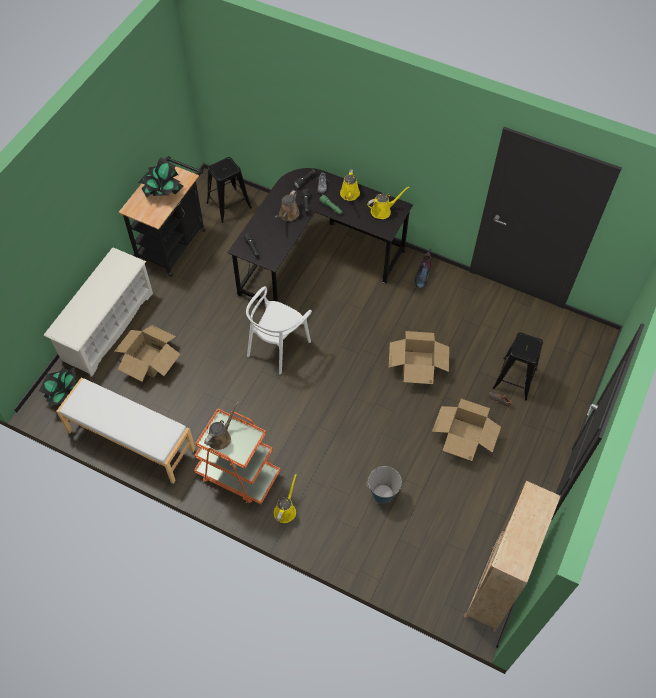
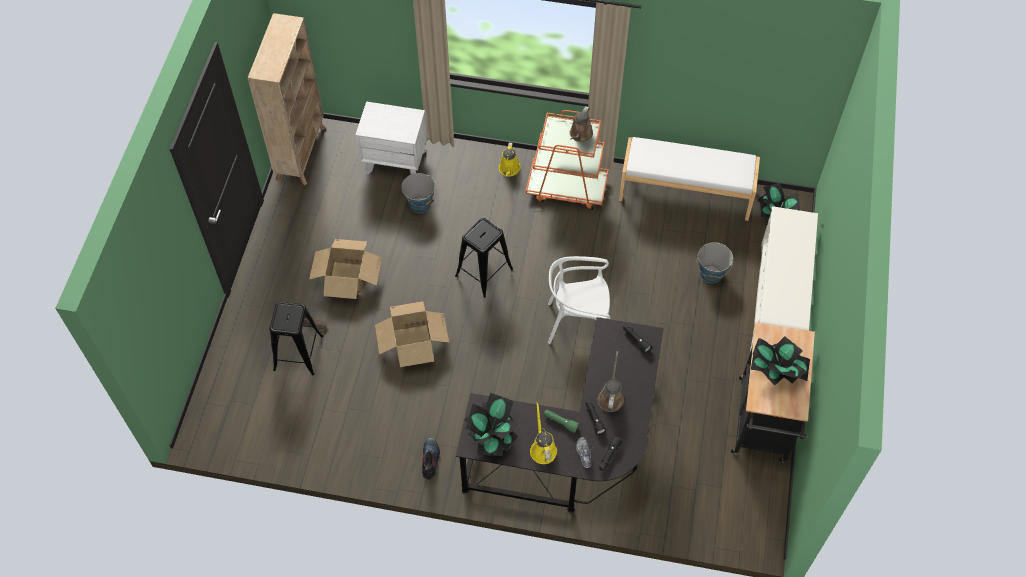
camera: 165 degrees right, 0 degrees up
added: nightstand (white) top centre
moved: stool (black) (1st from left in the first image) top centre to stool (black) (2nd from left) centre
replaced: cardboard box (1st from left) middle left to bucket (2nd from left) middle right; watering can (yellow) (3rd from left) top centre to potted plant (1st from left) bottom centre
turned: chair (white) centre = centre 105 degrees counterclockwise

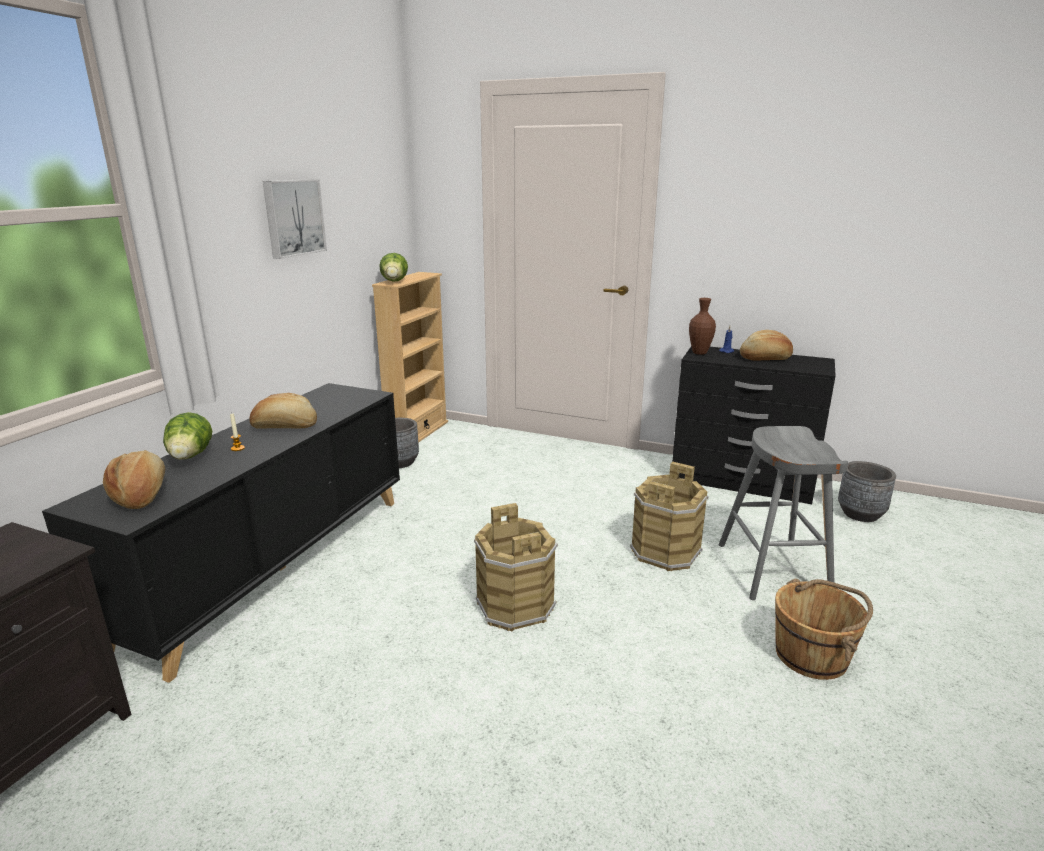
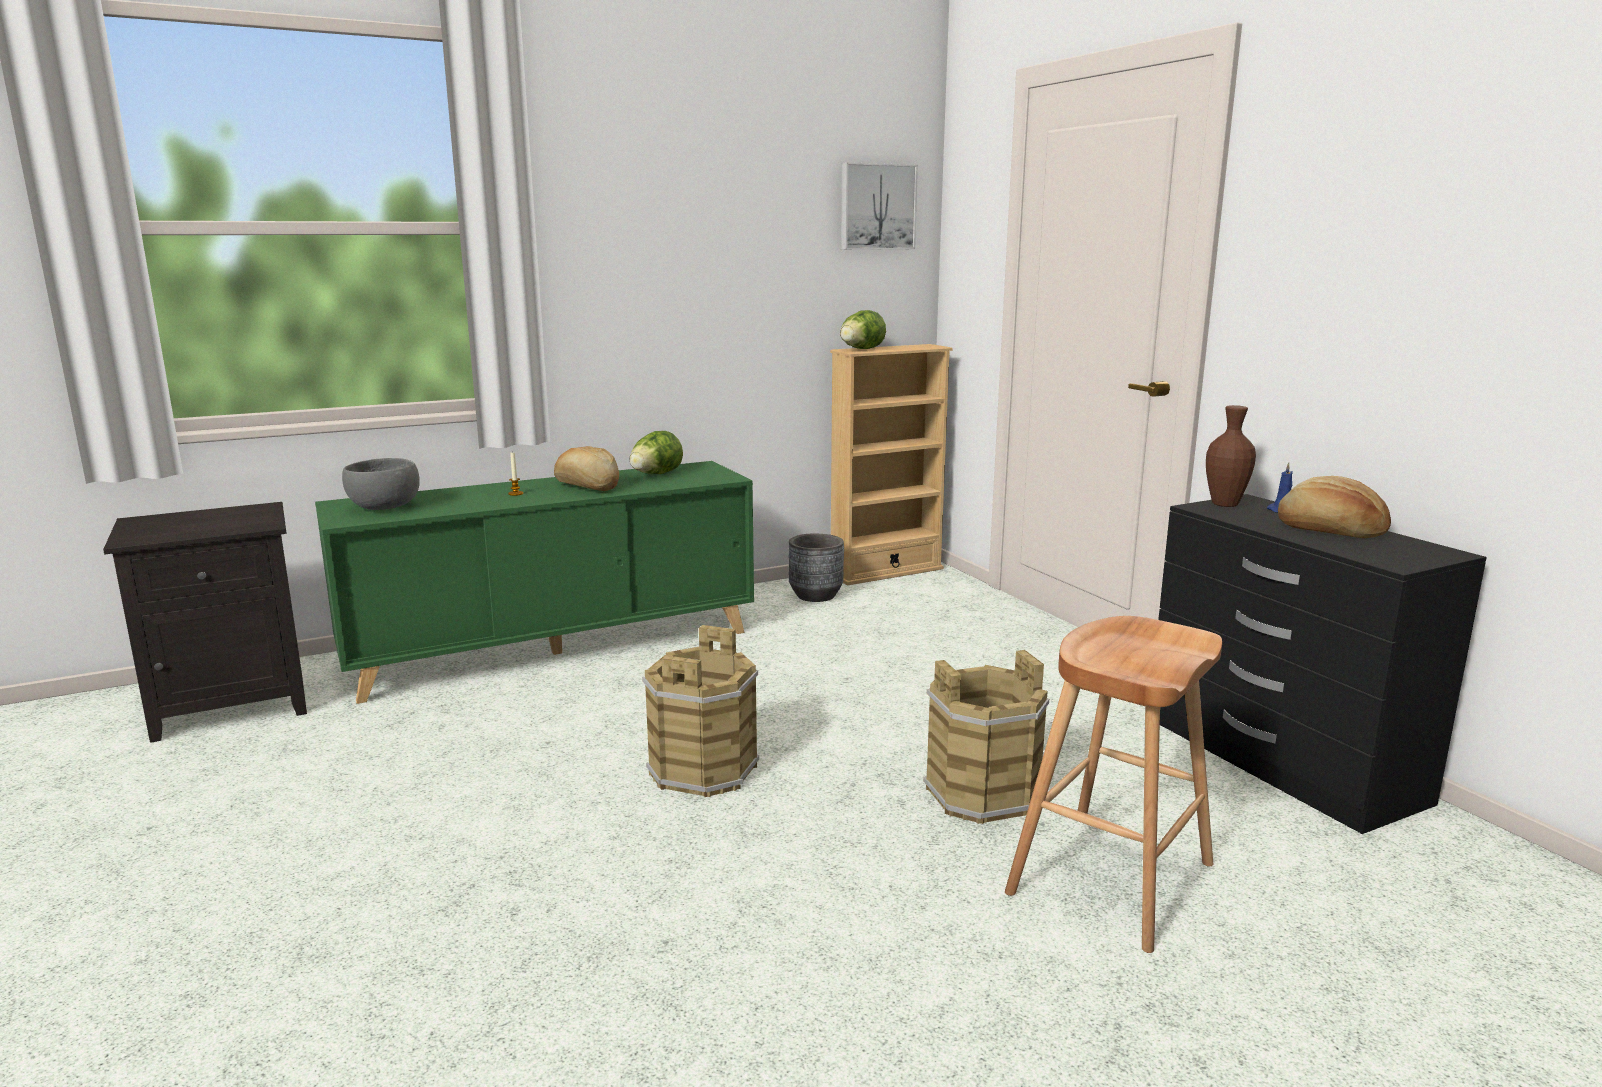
camera: 40 degrees right, 5 degrees down
removed: bucket (brown) (3rd from left) bottom right; planter (grey) (2nd from left) middle right
moved: lettuce (1st from left) middle left to centre; picture top left to top centre
replaced: bread (1st from left) middle left to bowl (grey) middle left
recoloured: cabinet (black) middle left to cabinet (green) centre; stool (grey) middle right to stool (brown) bottom right

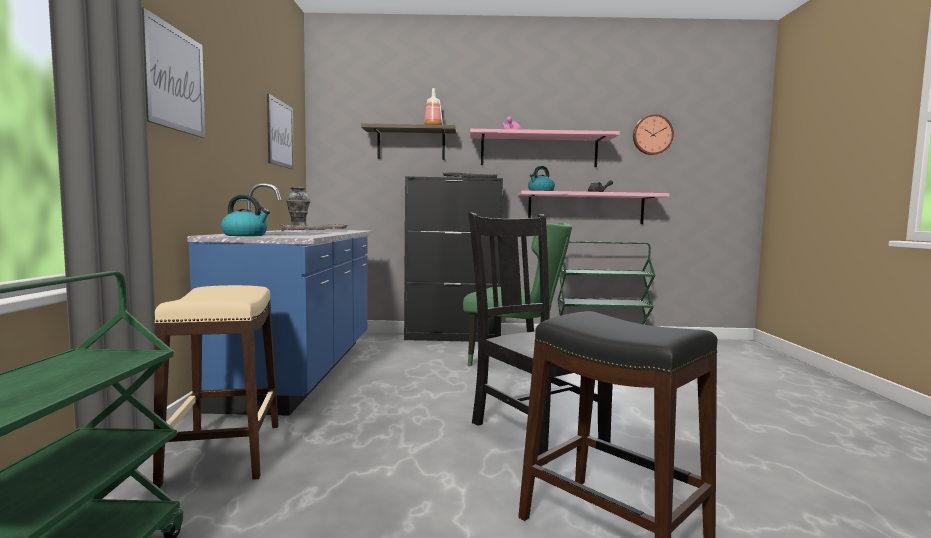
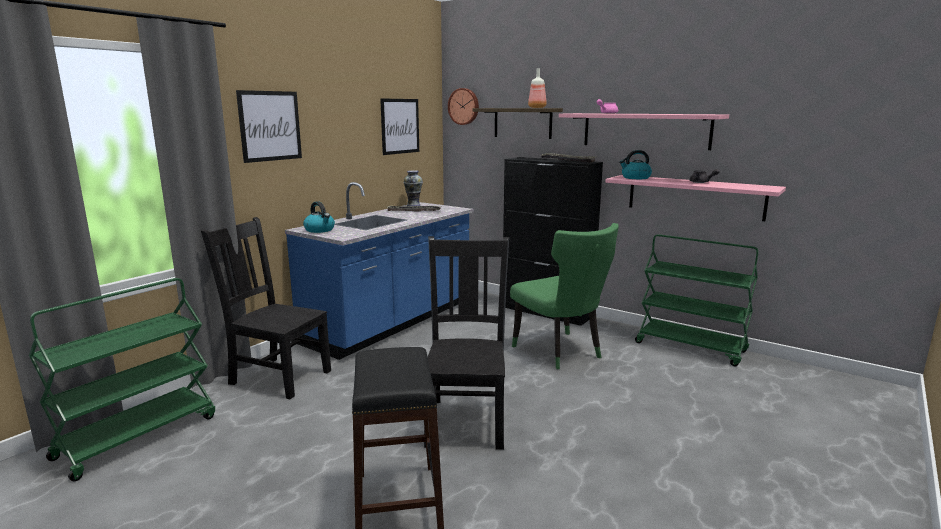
camera: 35 degrees right, 10 degrees up
moved: wall clock top right to top centre
replaced: stool (beige) bottom left to chair (black) (1st from left) middle left

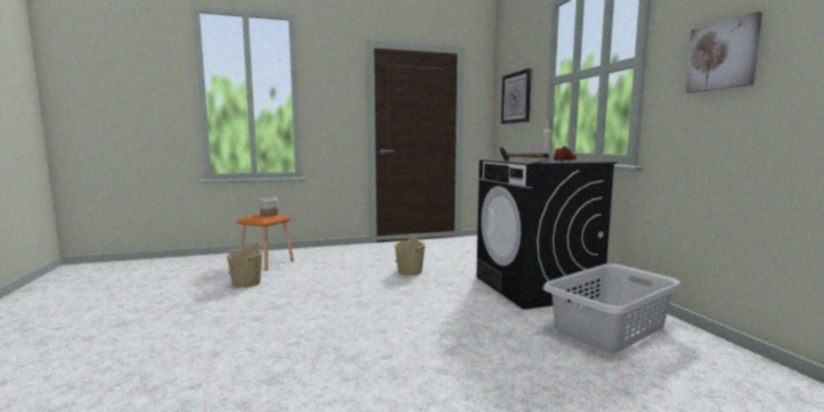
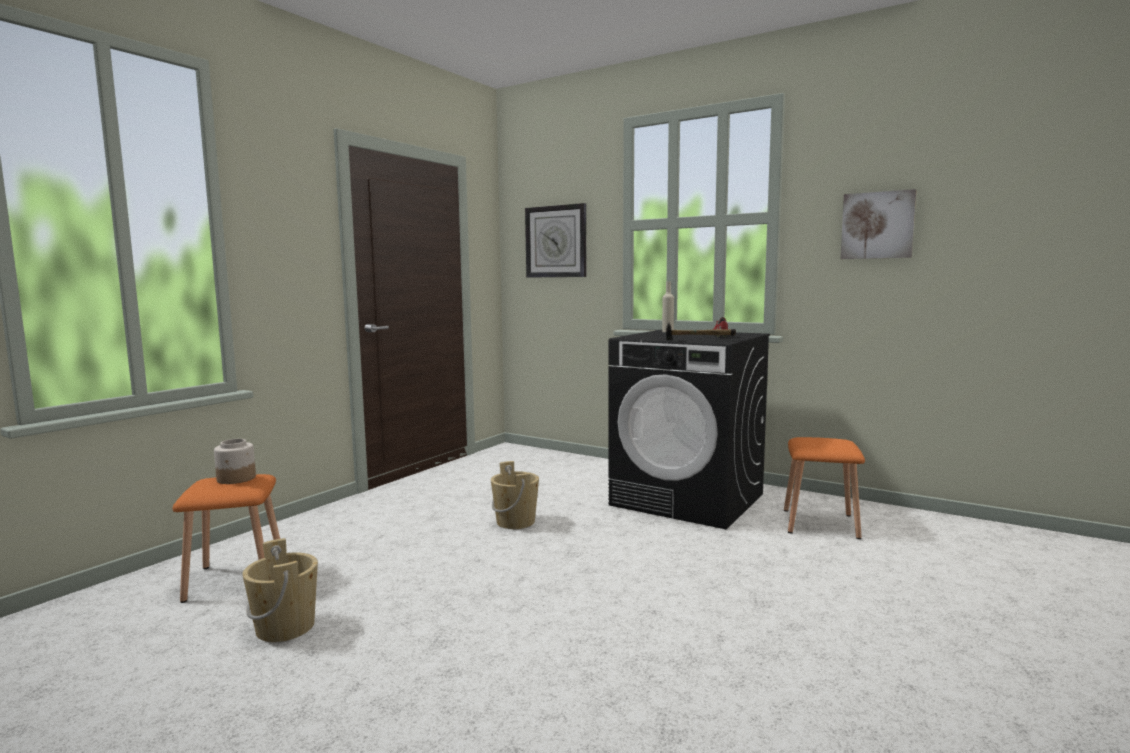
camera: 40 degrees left, 0 degrees up
replaced: laundry basket (grey) bottom right to stool (orange) (2nd from left) middle right

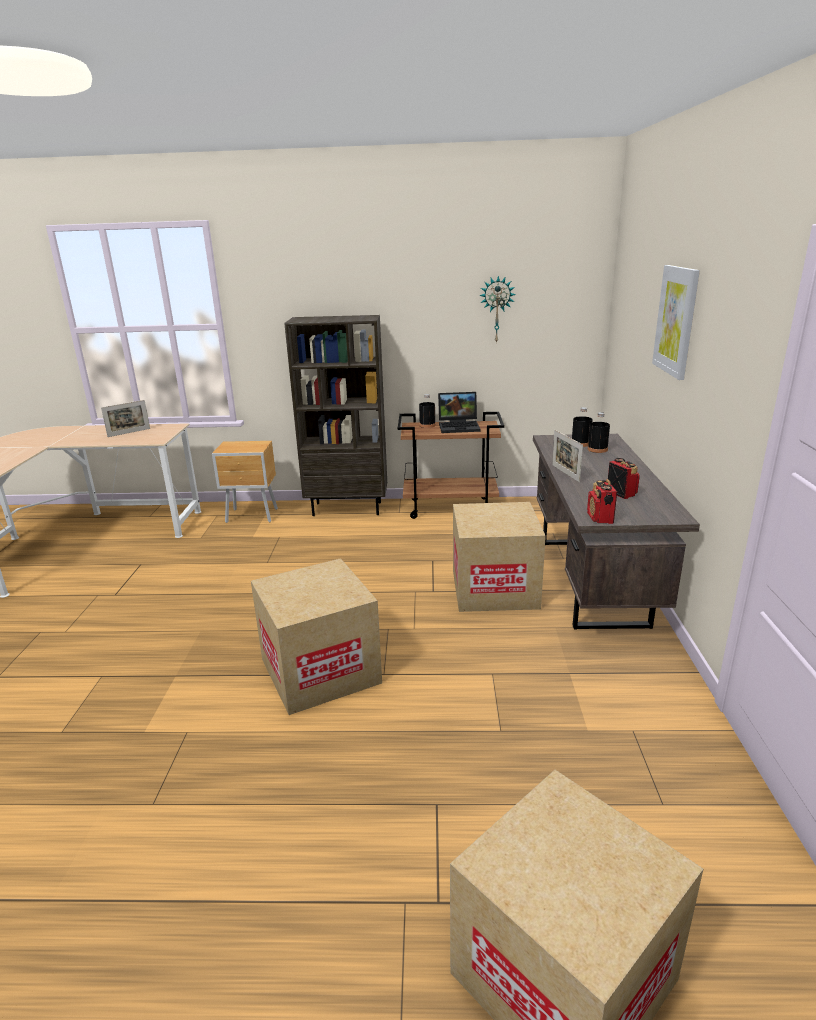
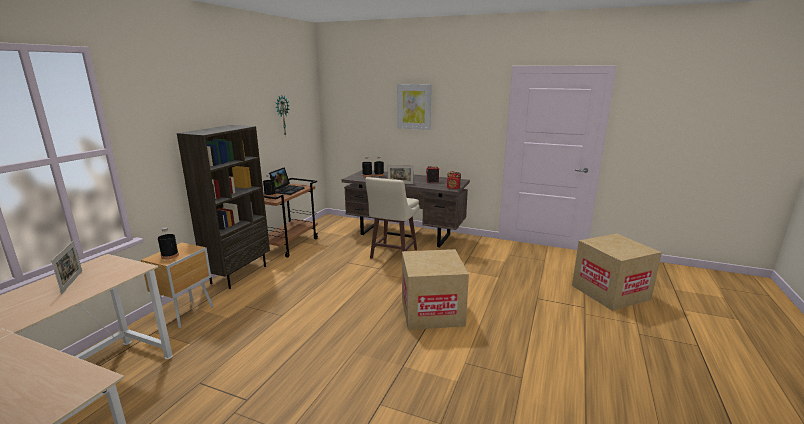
camera: 70 degrees left, 5 degrees down
added: bottle (black) (1st from left) middle left
replaced: cardboard box (2nd from left) centre to stool (beige) centre

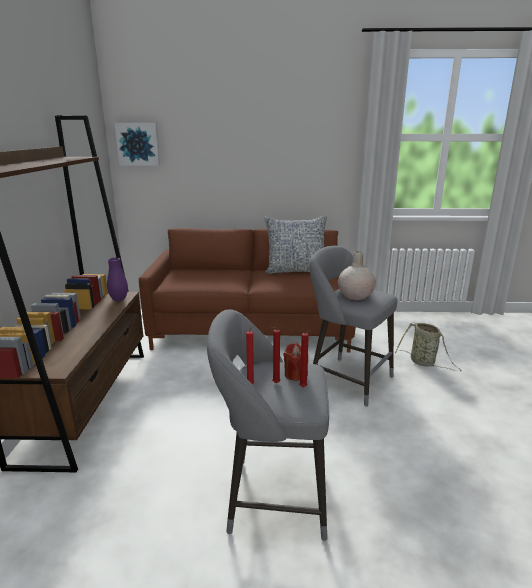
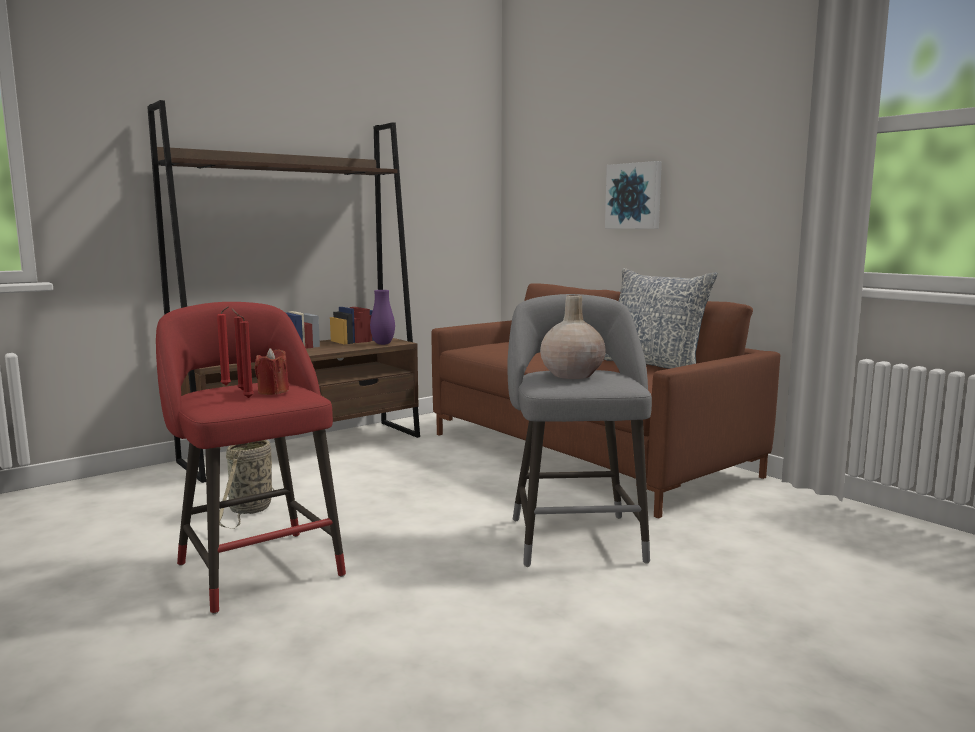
camera: 50 degrees right, 10 degrees down
moved: picture top left to top centre; basket middle right to middle left
recoloured: stool (grey) (1st from left) bottom centre to stool (red) middle left

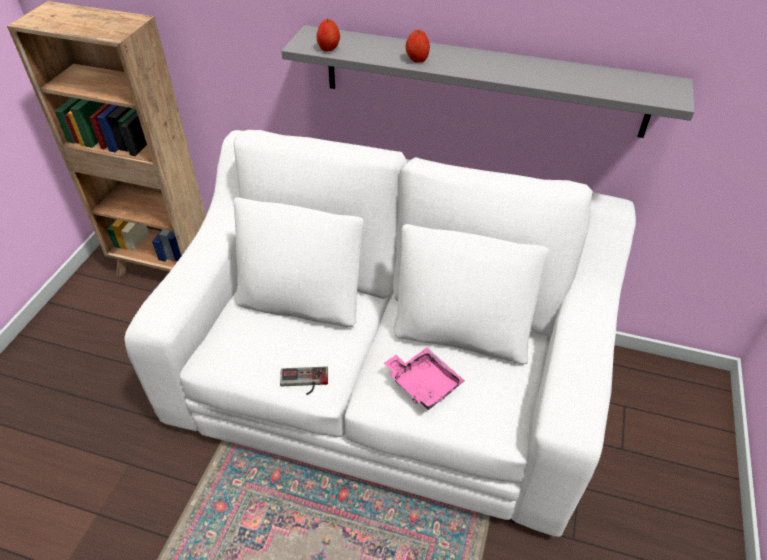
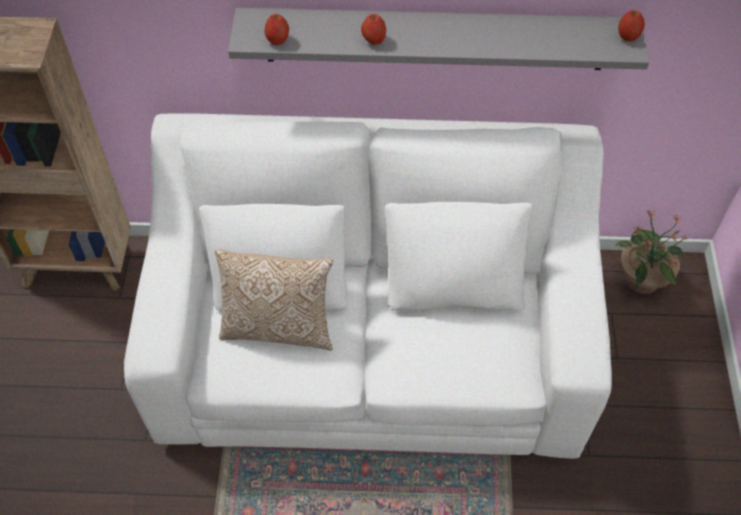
camera: 15 degrees left, 10 degrees up
removed: game controller bottom centre; tray (pink) bottom centre
added: pillow centre; potted plant middle right; apple (3rd from left) top right

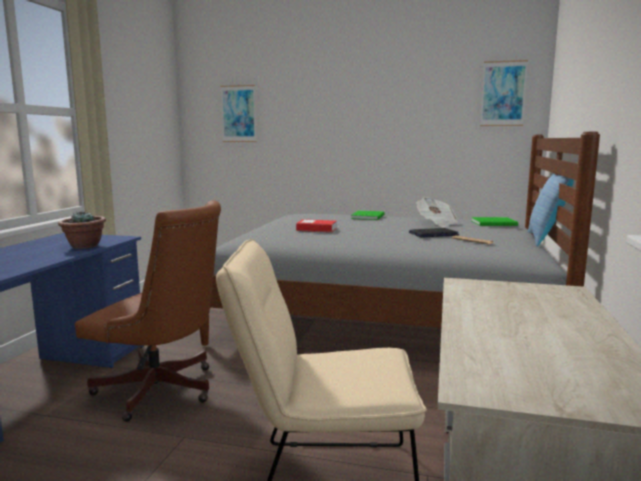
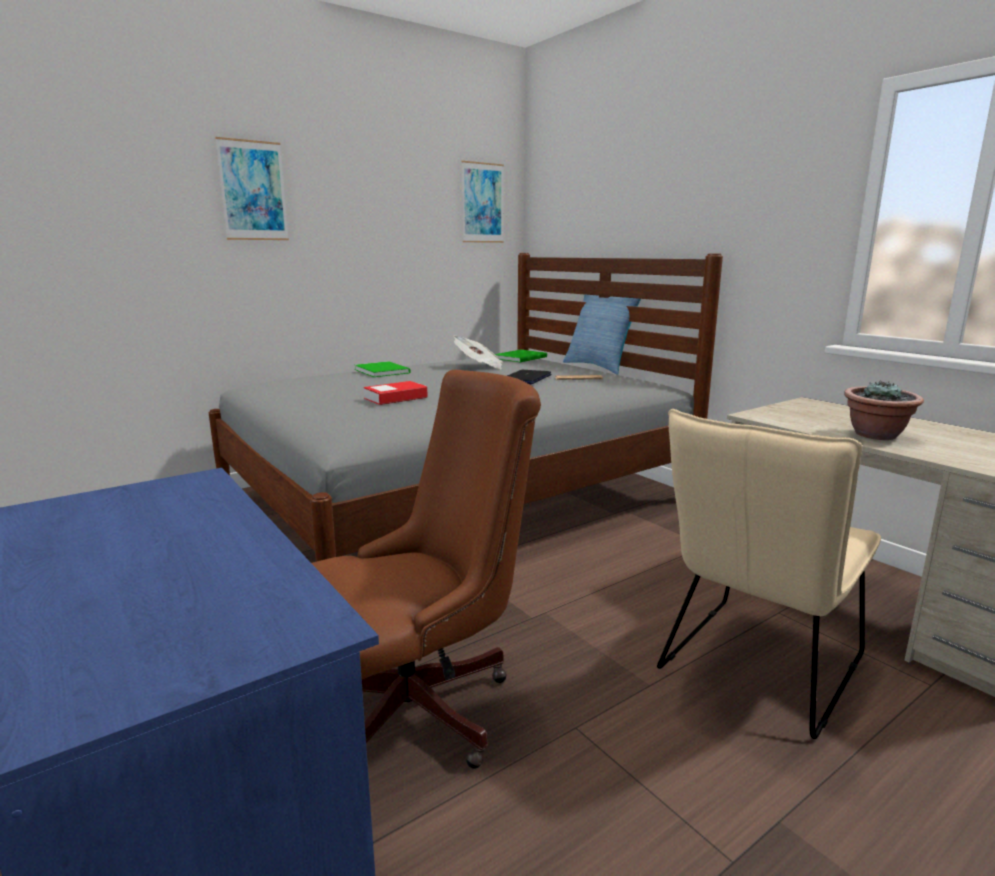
camera: 50 degrees left, 5 degrees up
moved: potted plant middle left to middle right; picture (1st from left) top centre to top left

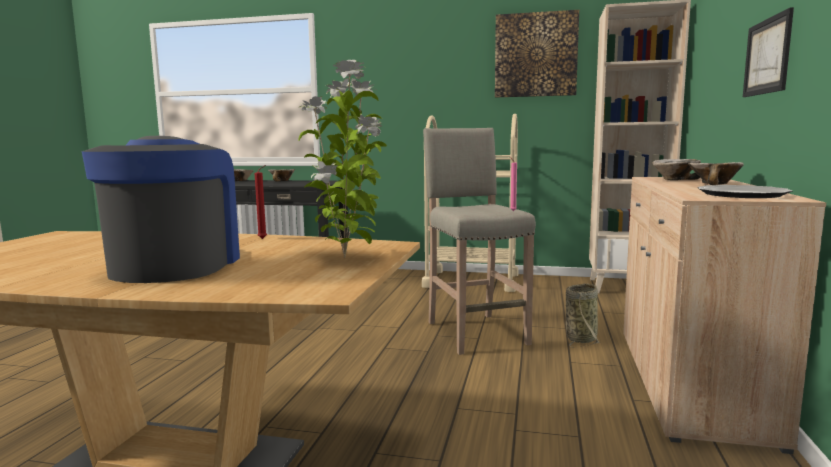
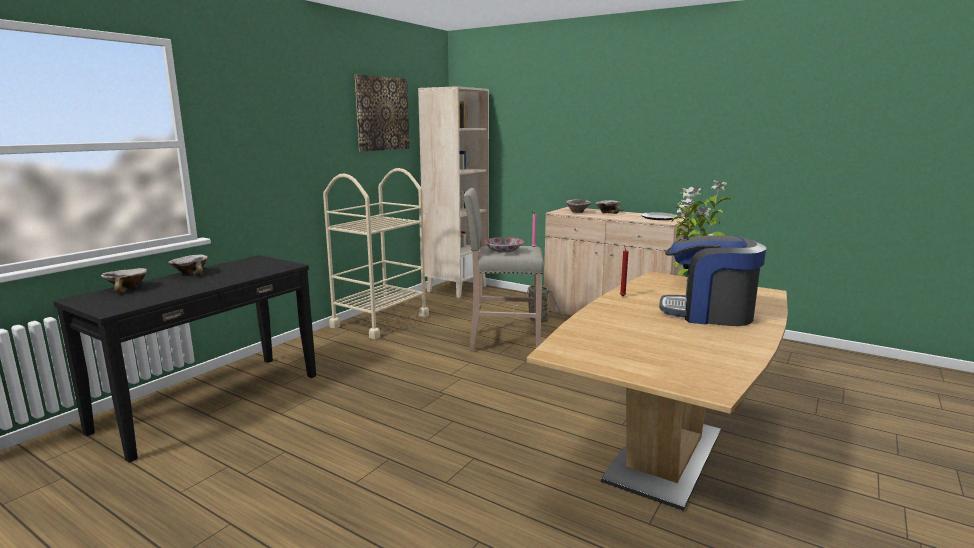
camera: 70 degrees left, 5 degrees up
removed: picture (2nd from left) top right
added: bowl (3rd from left) centre

